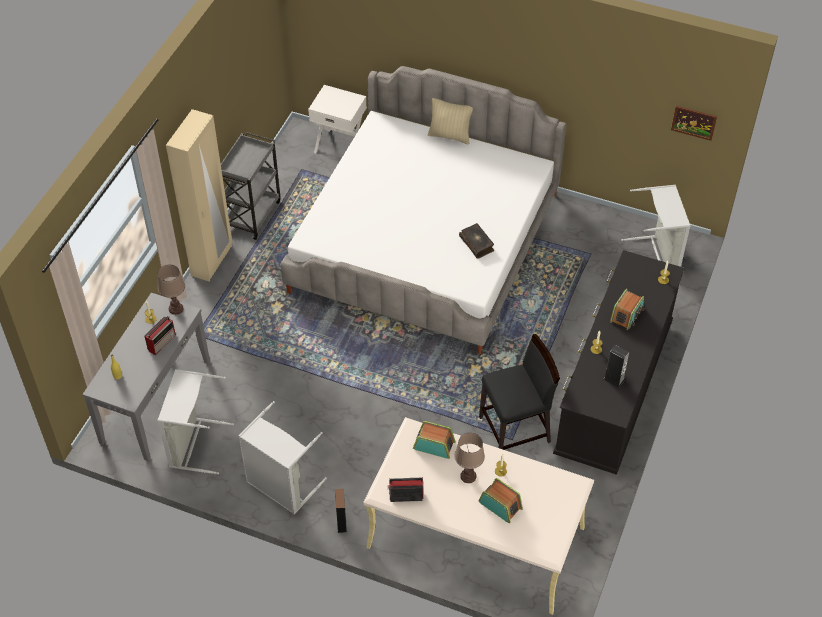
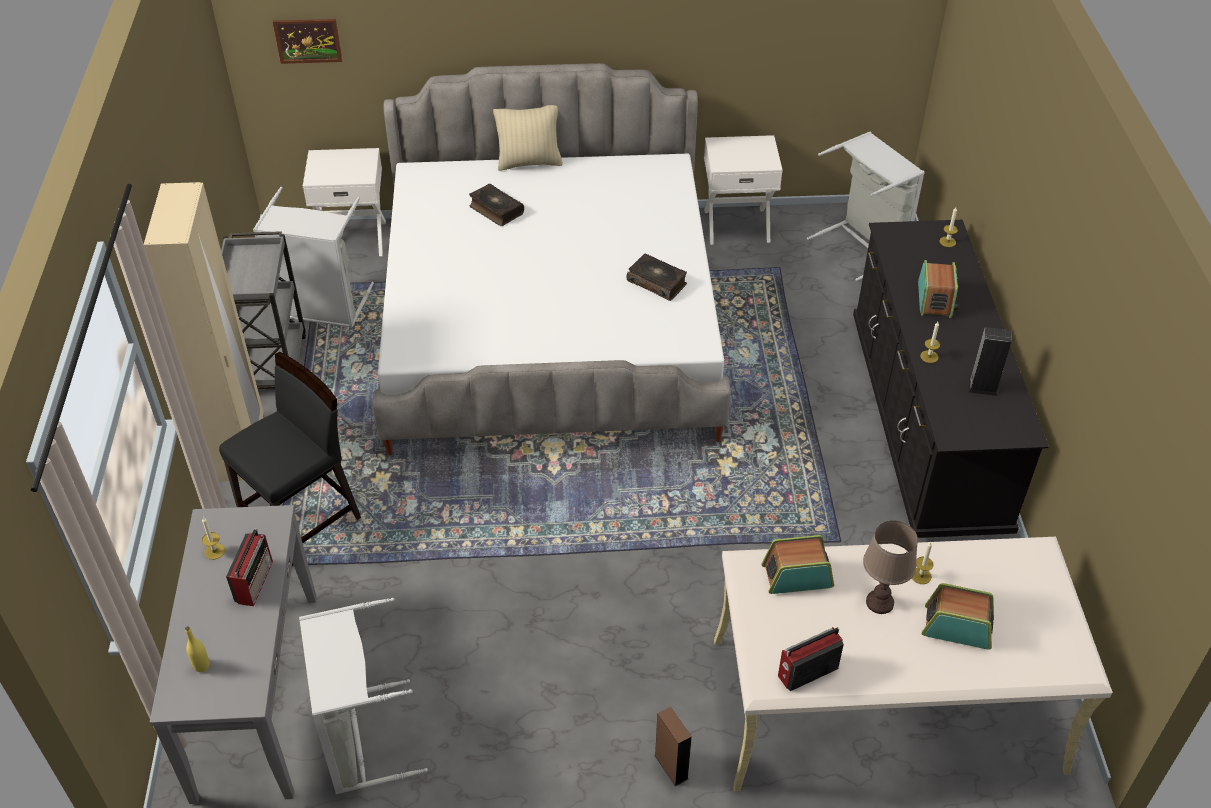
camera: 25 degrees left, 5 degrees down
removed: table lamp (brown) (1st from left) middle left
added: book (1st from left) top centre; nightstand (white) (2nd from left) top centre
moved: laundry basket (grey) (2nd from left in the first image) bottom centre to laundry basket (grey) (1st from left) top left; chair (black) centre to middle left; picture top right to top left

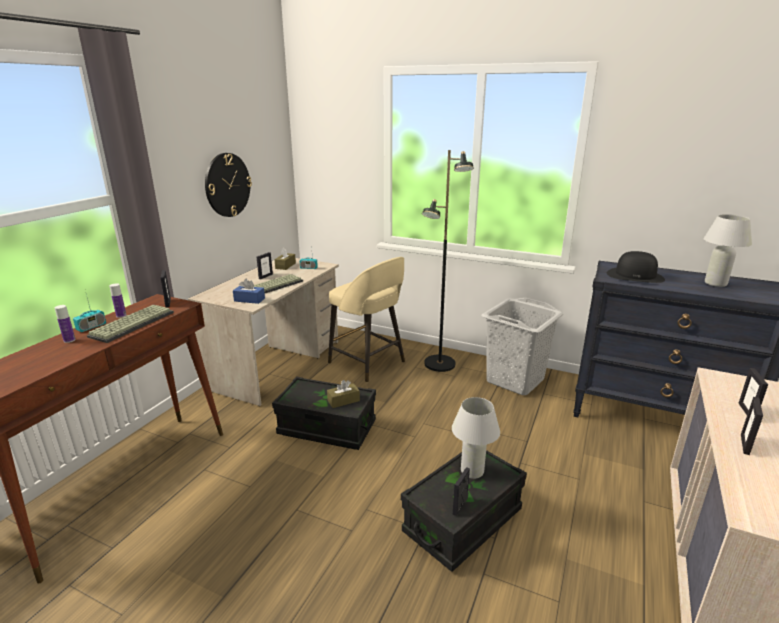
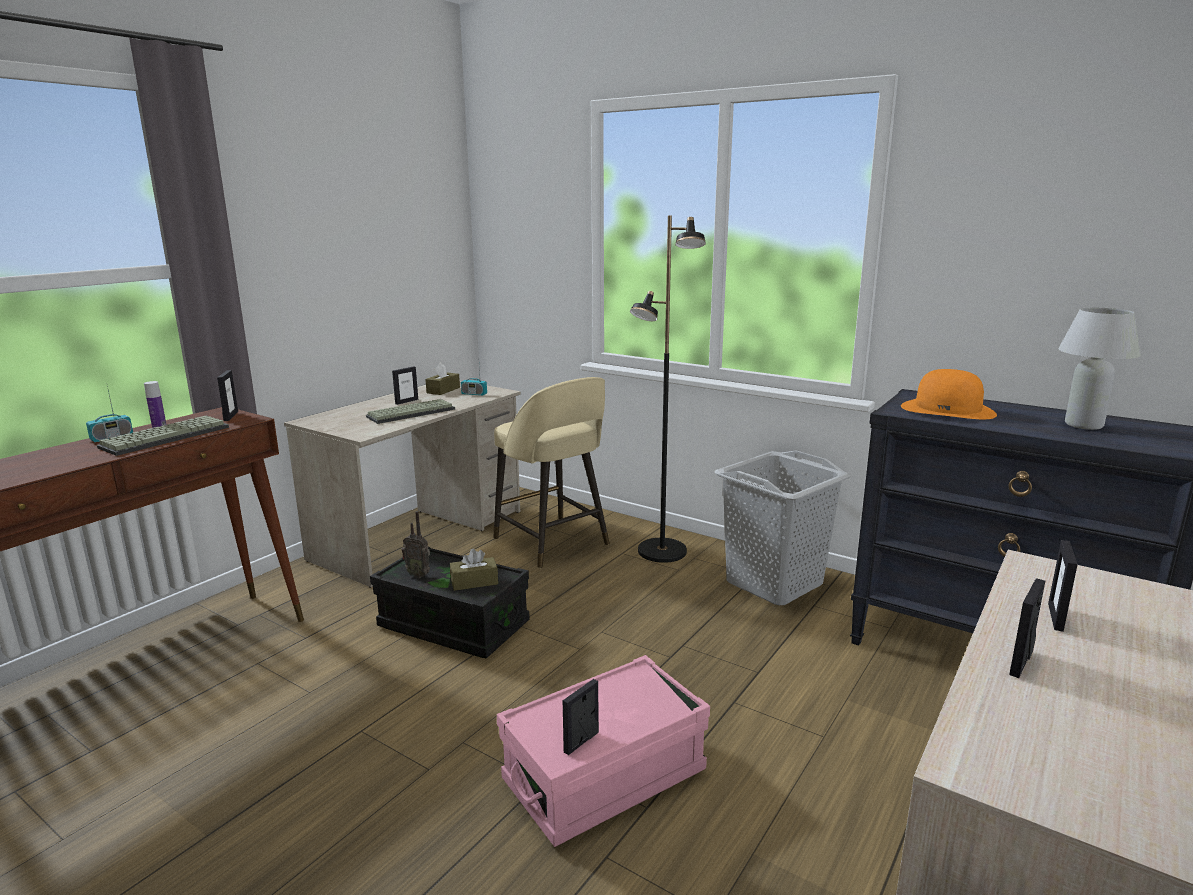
camera: 10 degrees right, 5 degrees down
removed: bottle (1st from left) middle left; wall clock top left; tissue box (blue) middle left; table lamp (white) (1st from left) bottom centre
added: radio (2nd from left) centre
recoloured: storage box (black) (2nd from left) bottom centre to storage box (pink) bottom centre; hat (black) middle right to hat (orange) middle right

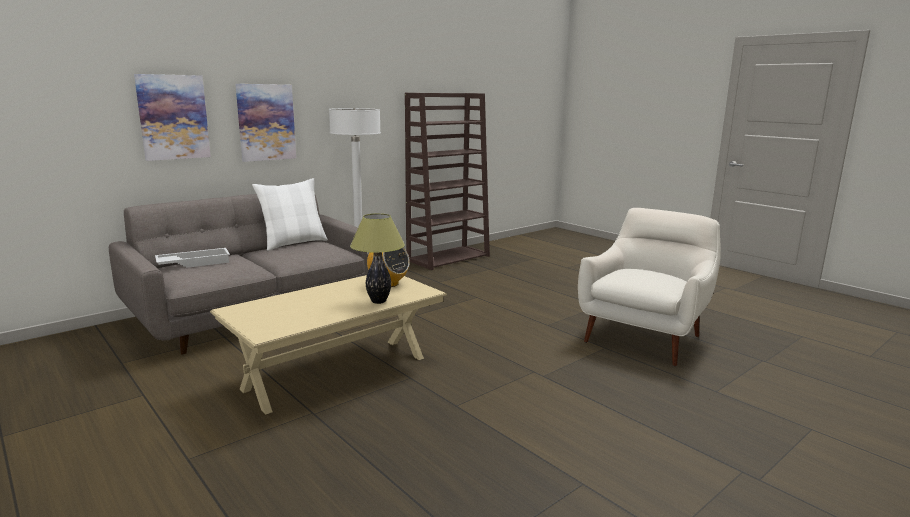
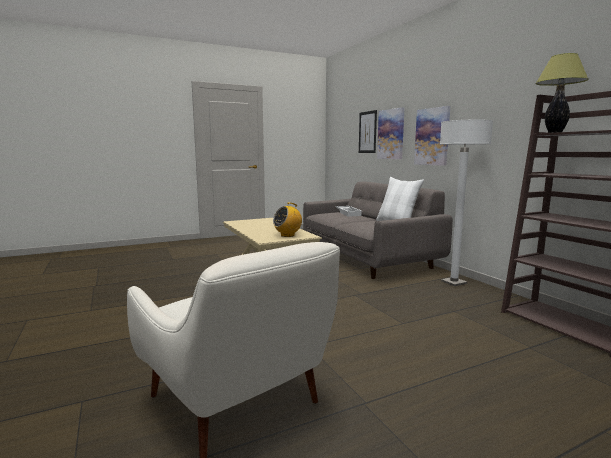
camera: 105 degrees right, 5 degrees down
added: picture (1st from left) top centre
moved: table lamp centre to top right

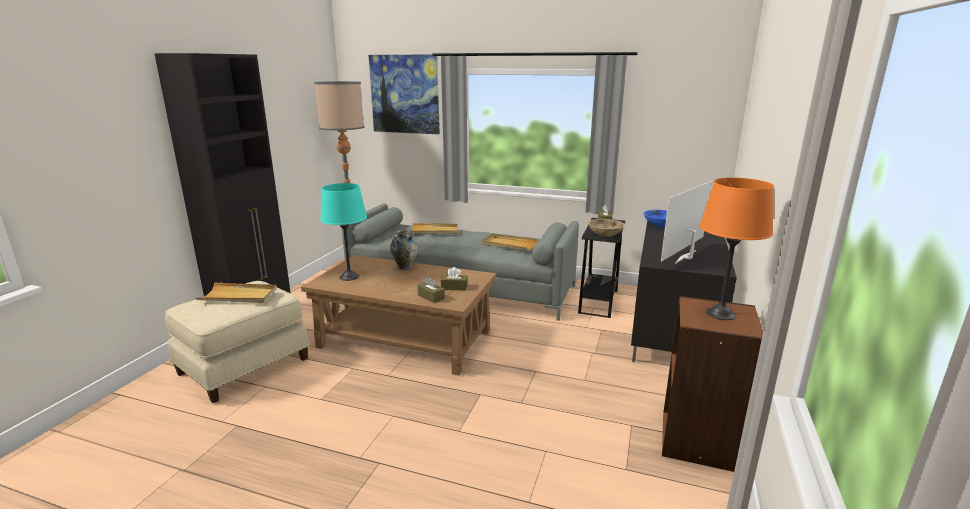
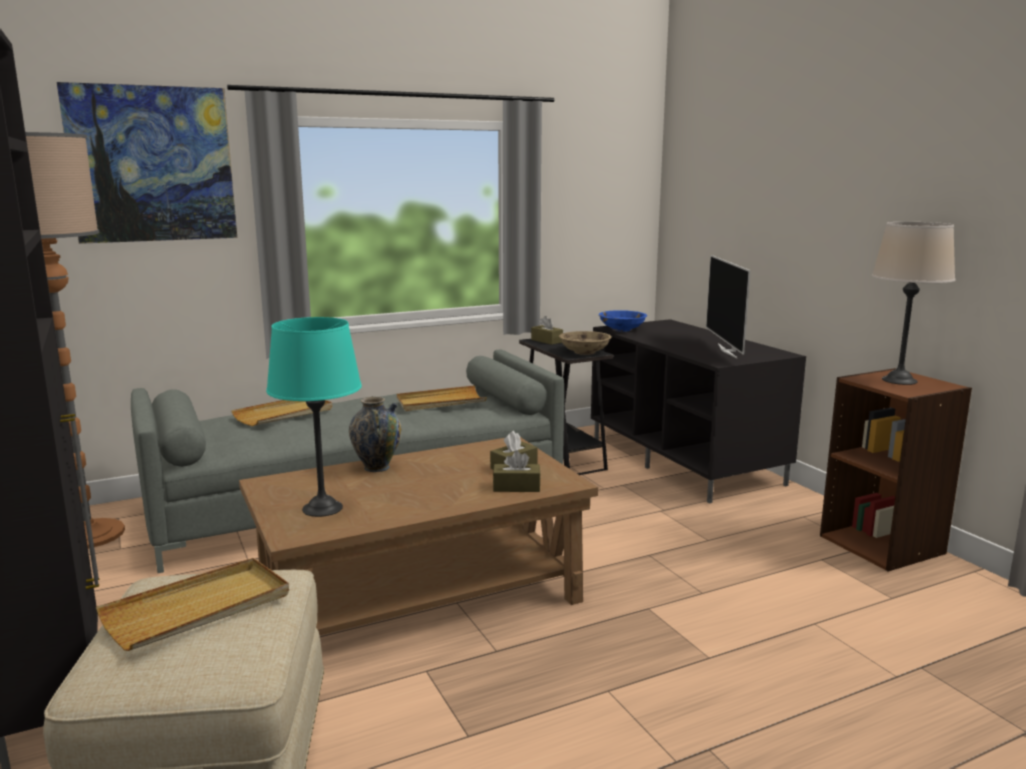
camera: 45 degrees left, 5 degrees down
recoloured: table lamp (orange) middle right to table lamp (beige) middle right

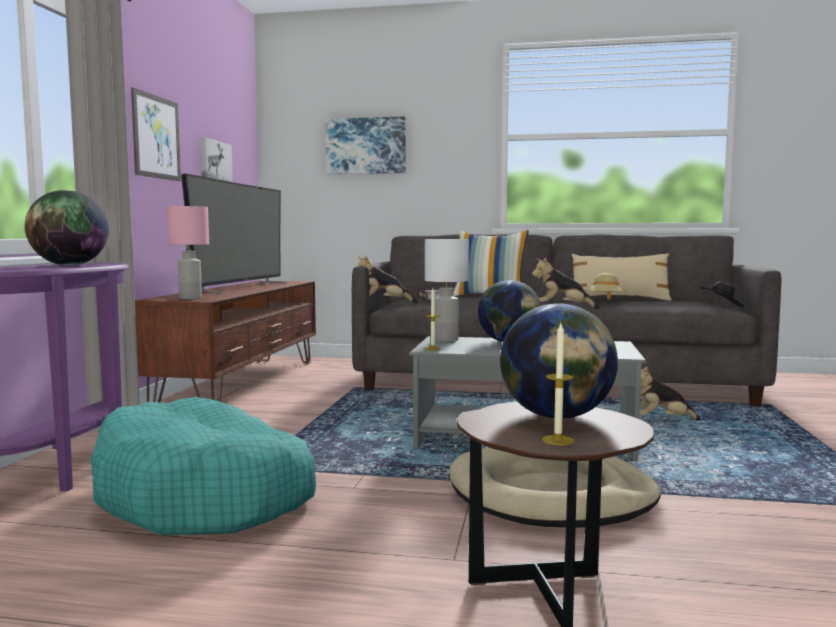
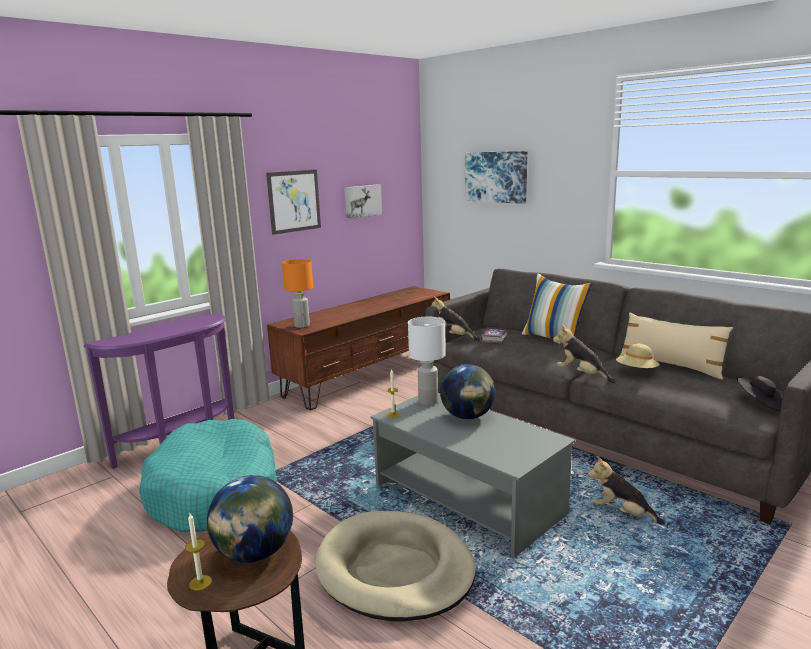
camera: 35 degrees right, 10 degrees up
removed: globe (1st from left) middle left; television middle left
recoloured: table lamp (pink) middle left to table lamp (orange) centre

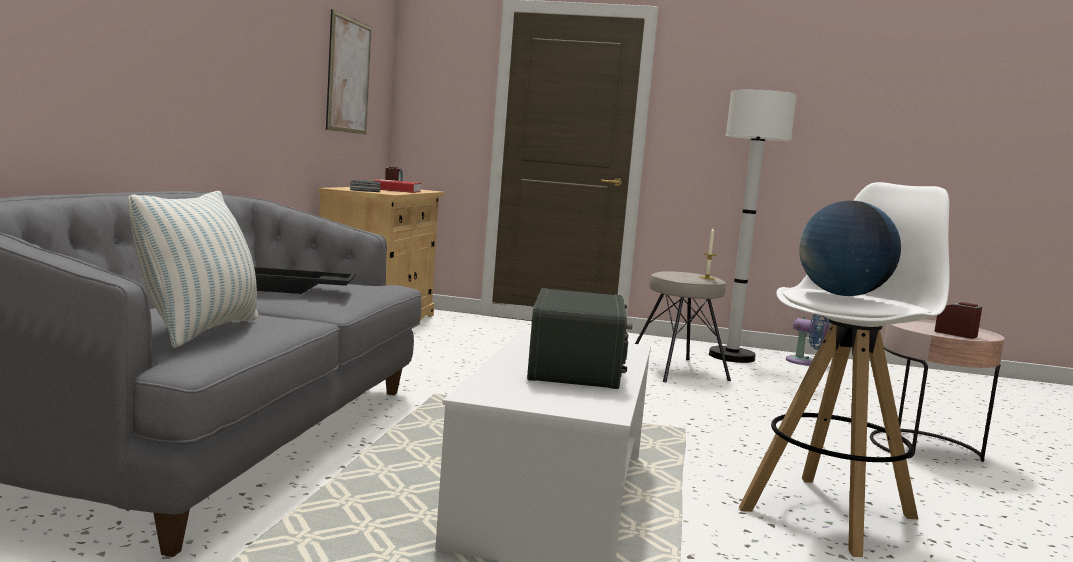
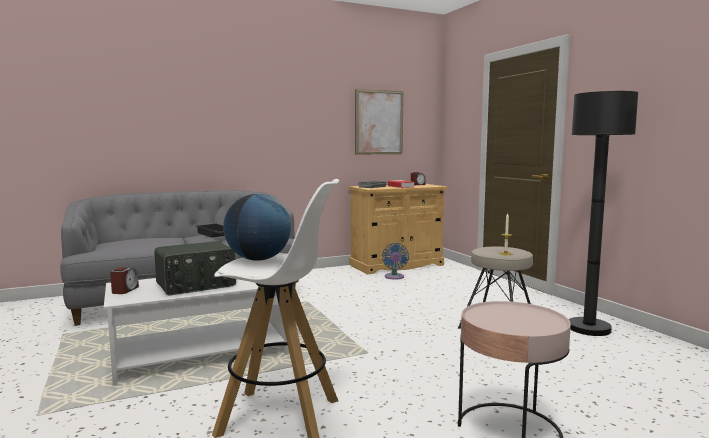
camera: 55 degrees right, 0 degrees up
removed: pillow middle left
moved: fan (blue) middle right to centre; alarm clock (2nd from left in the first image) middle right to alarm clock (1st from left) middle left
recoloured: floor lamp (white) middle right to floor lamp (black) middle right

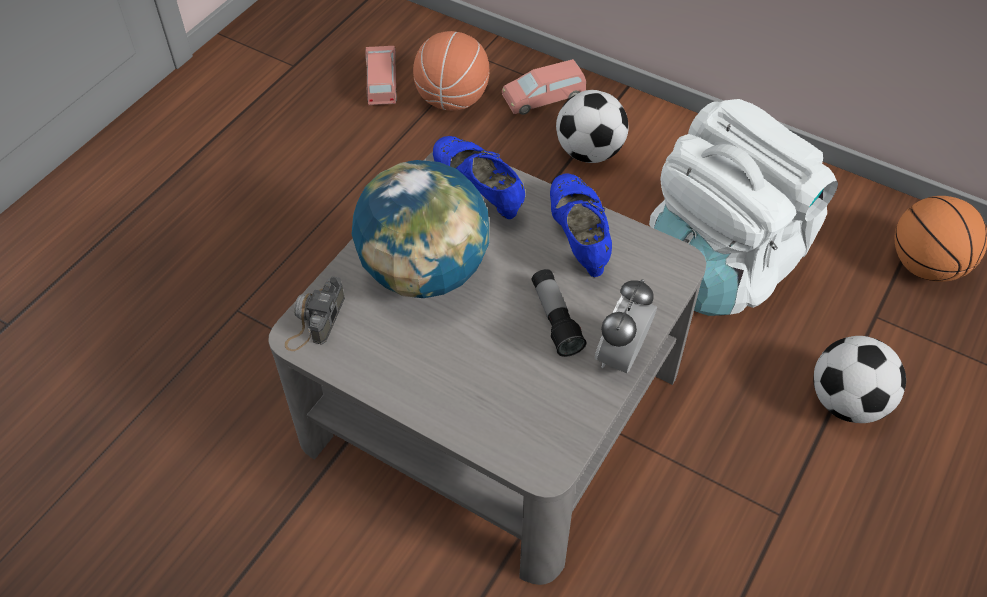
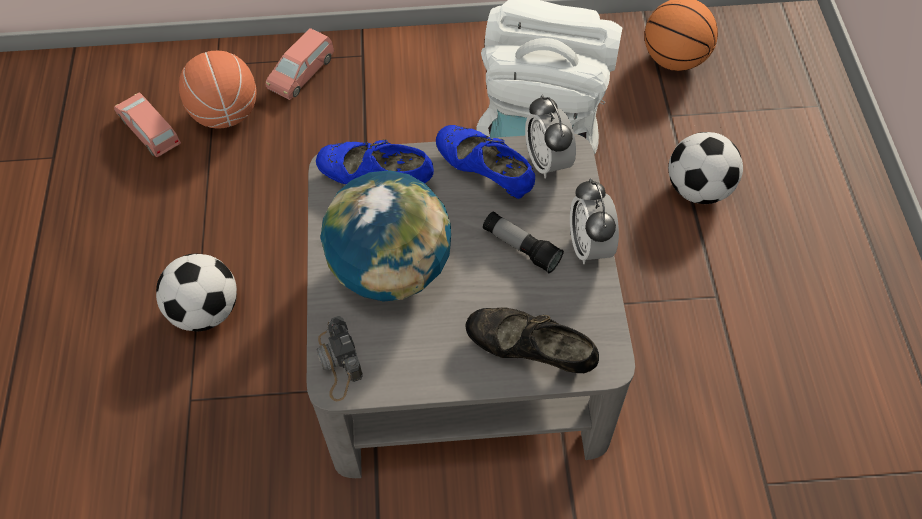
camera: 35 degrees left, 5 degrees up
added: shoe (black) centre; alarm clock (1st from left) top centre
moved: football (1st from left) top centre to middle left

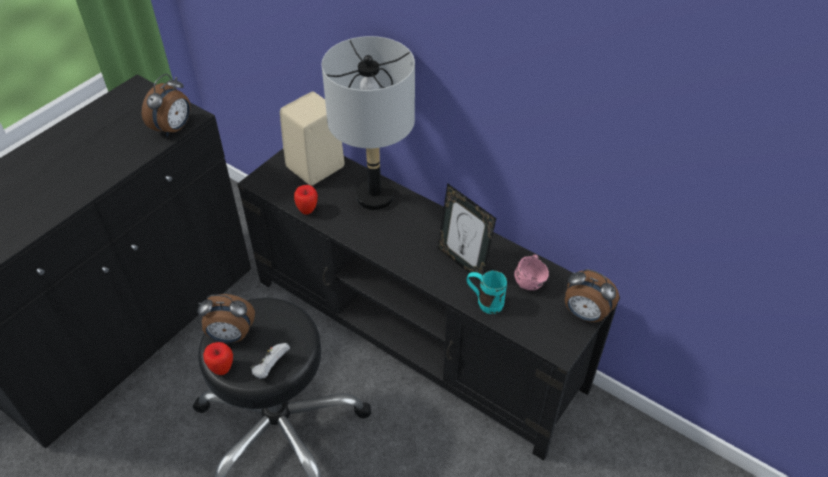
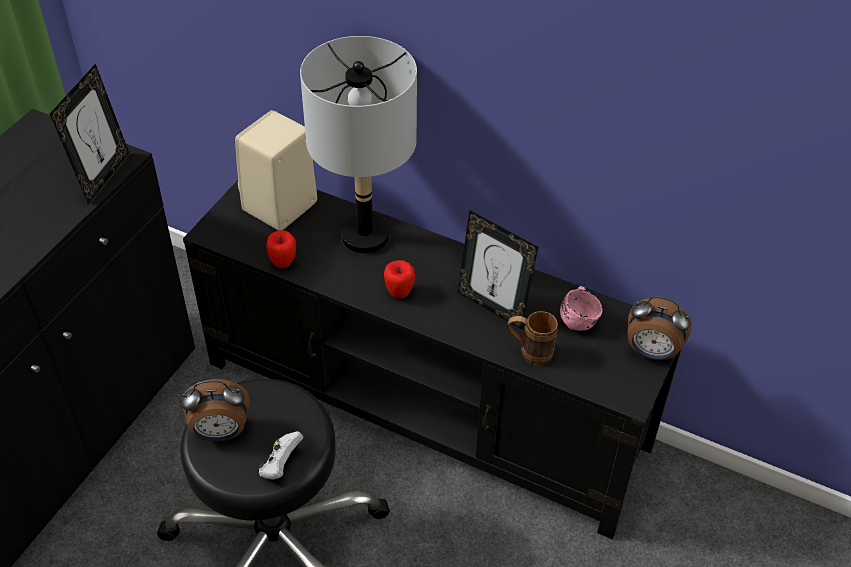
camera: 10 degrees left, 0 degrees up
moved: apple (1st from left in the first image) bottom left to apple (2nd from left) centre
replaced: alarm clock (1st from left) top left to picture frame (1st from left) top left
recoloured: mug (turquoise) centre to mug (brown) centre

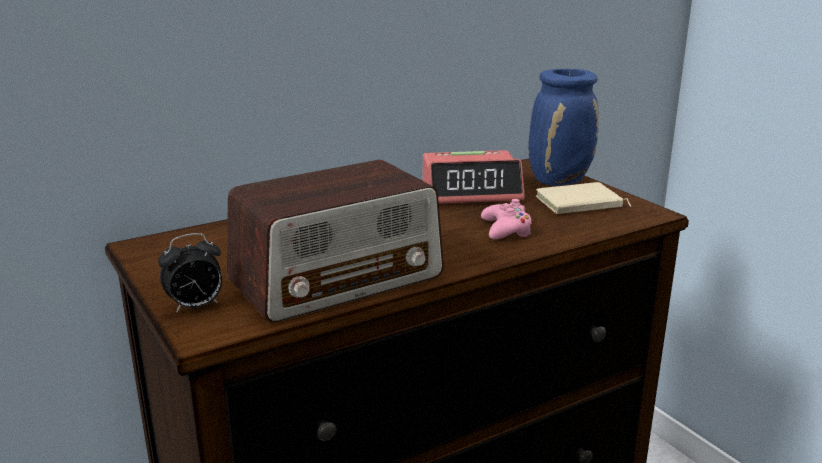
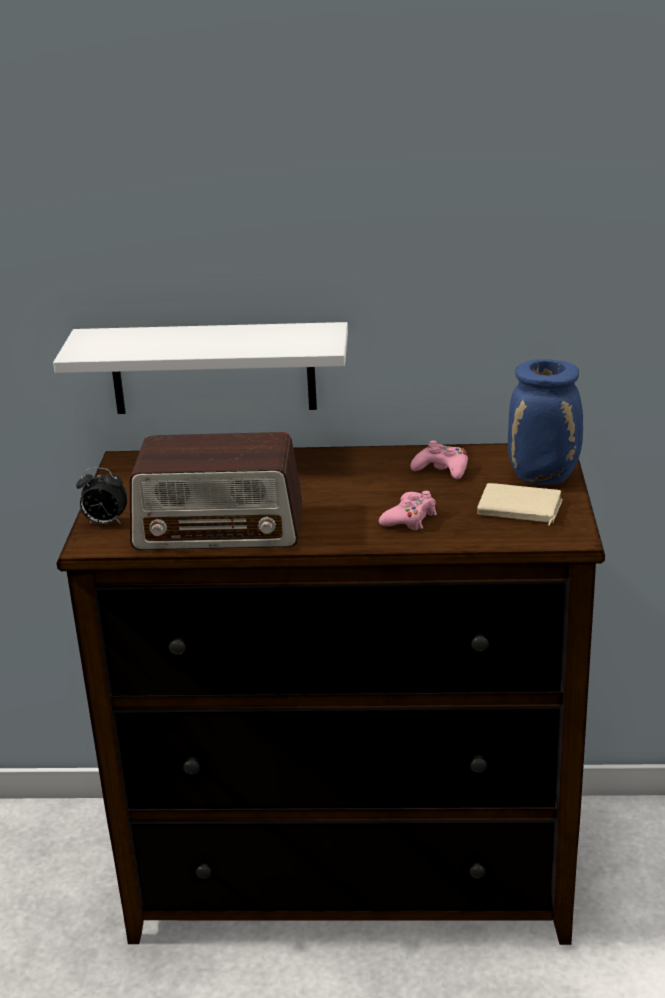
camera: 35 degrees right, 5 degrees up
added: shelf (white) middle left
replaced: alarm clock (2nd from left) centre to game controller (pink) (2nd from left) centre

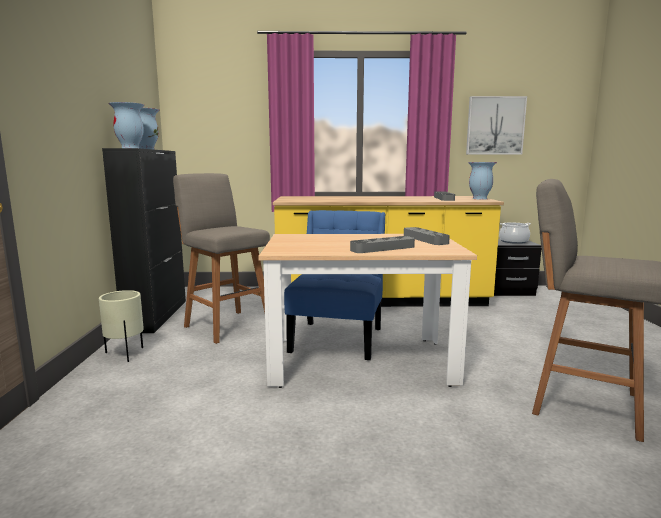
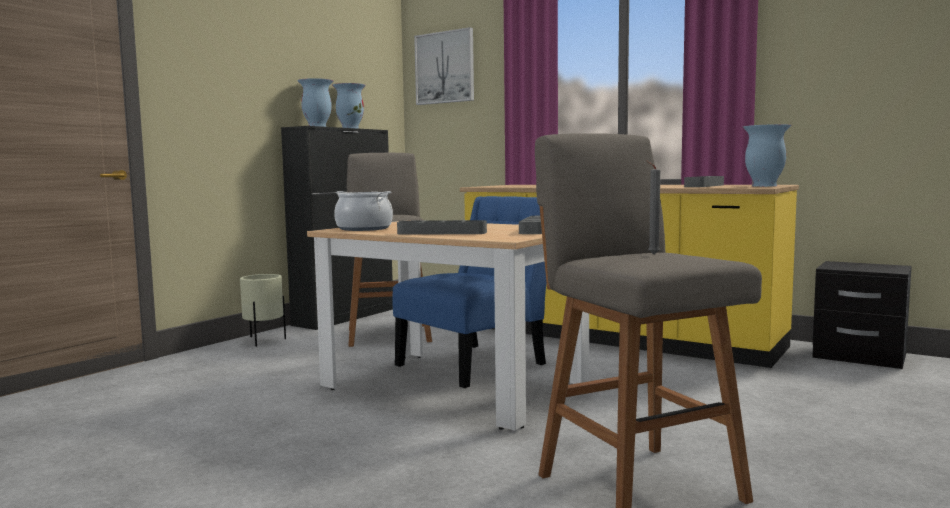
camera: 35 degrees right, 5 degrees down
added: candle (grey) middle right
moved: picture top right to top centre; cooking pot middle right to centre

